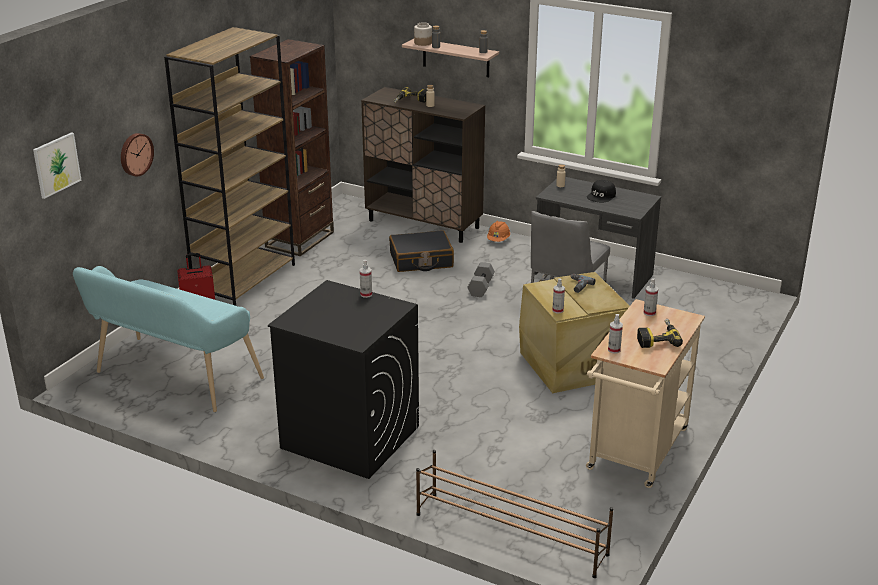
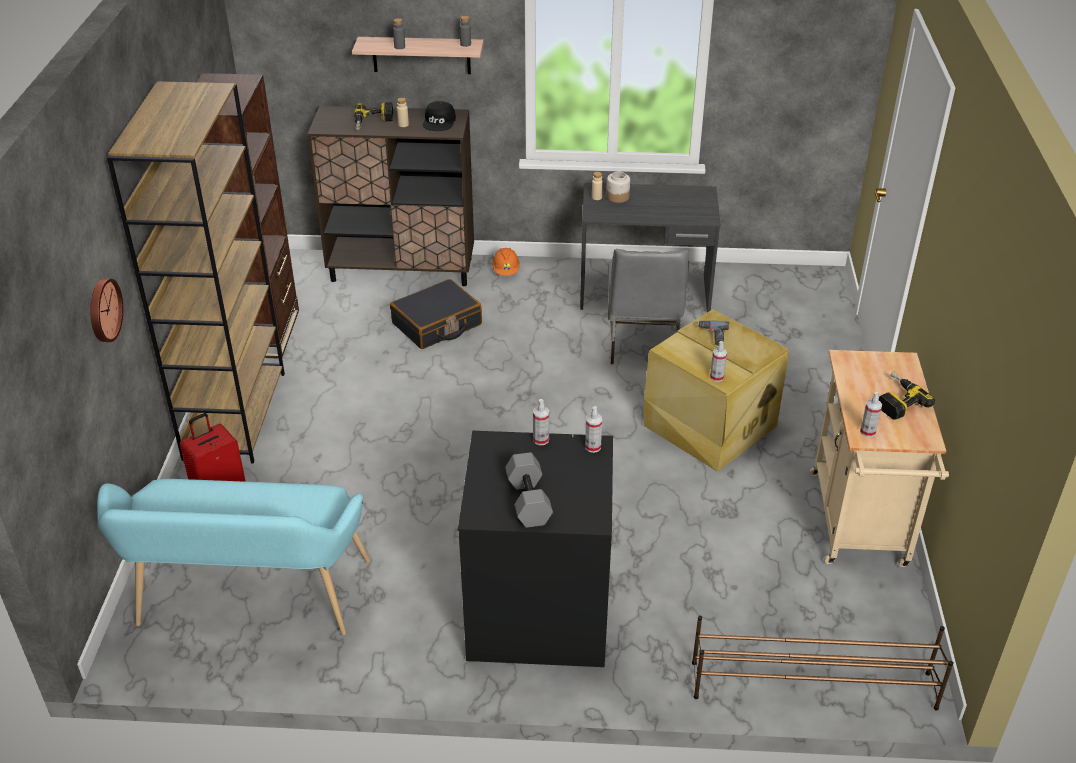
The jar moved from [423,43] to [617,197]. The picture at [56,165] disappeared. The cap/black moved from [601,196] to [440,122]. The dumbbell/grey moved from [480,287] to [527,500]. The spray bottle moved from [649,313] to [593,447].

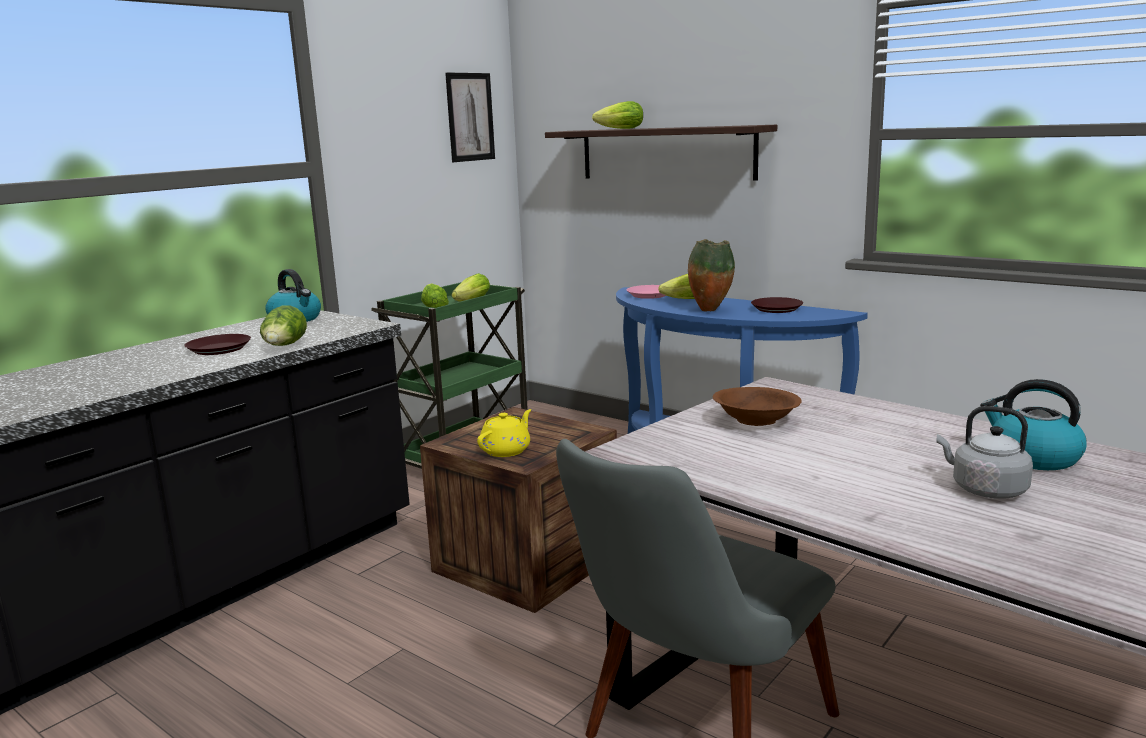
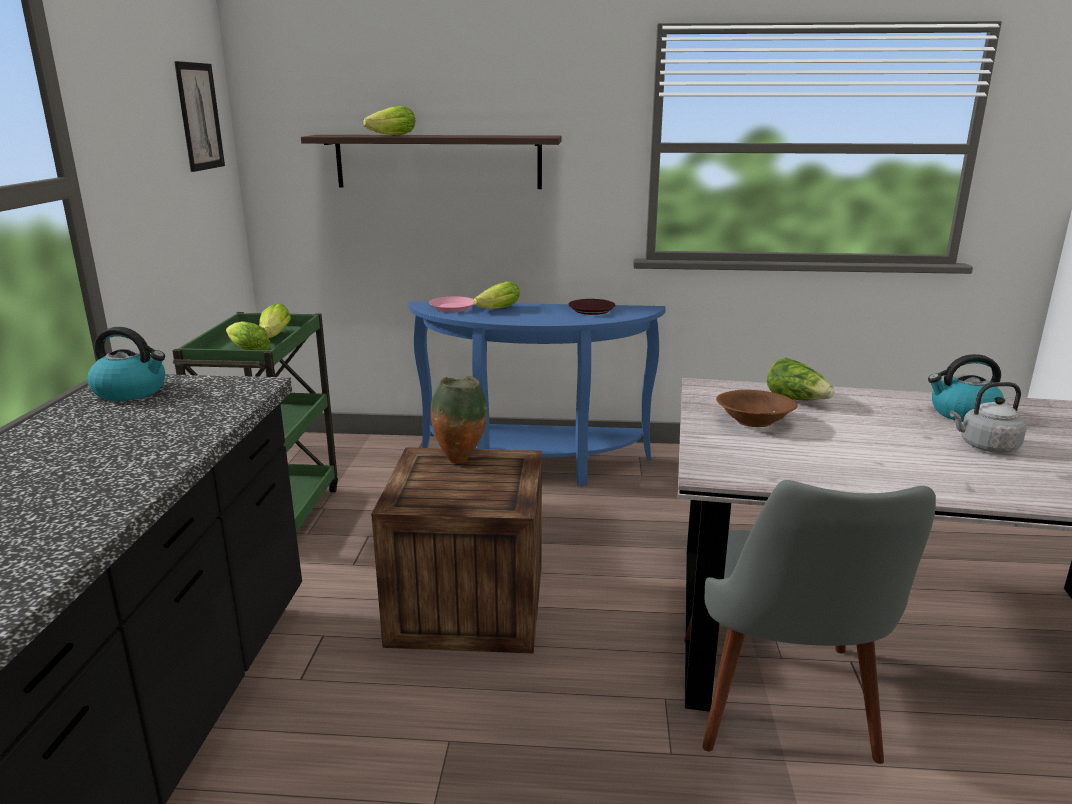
The vase moved from [710,310] to [460,460]. The lettuce moved from [284,347] to [797,400]. The plate/brown at [219,349] disappeared. The teapot/yellow at [506,450] disappeared.

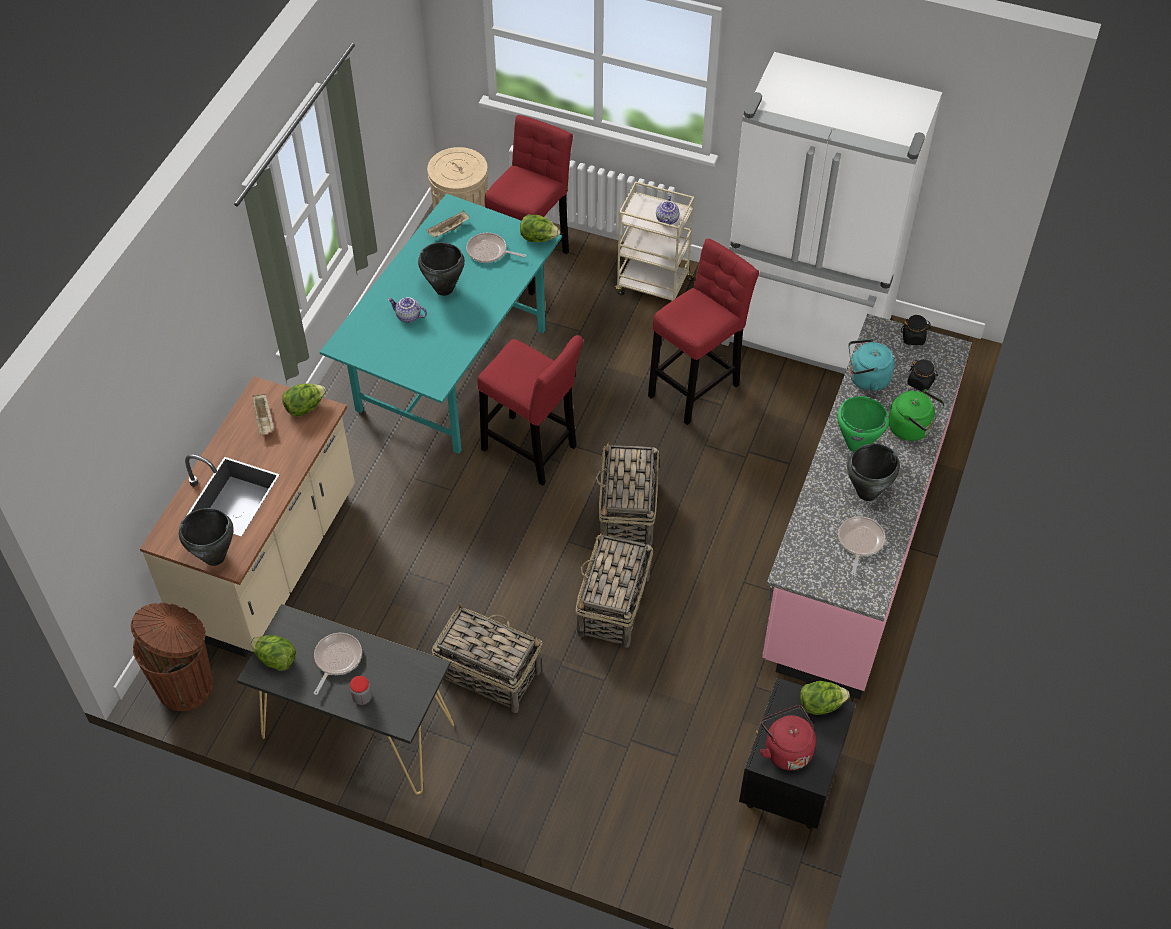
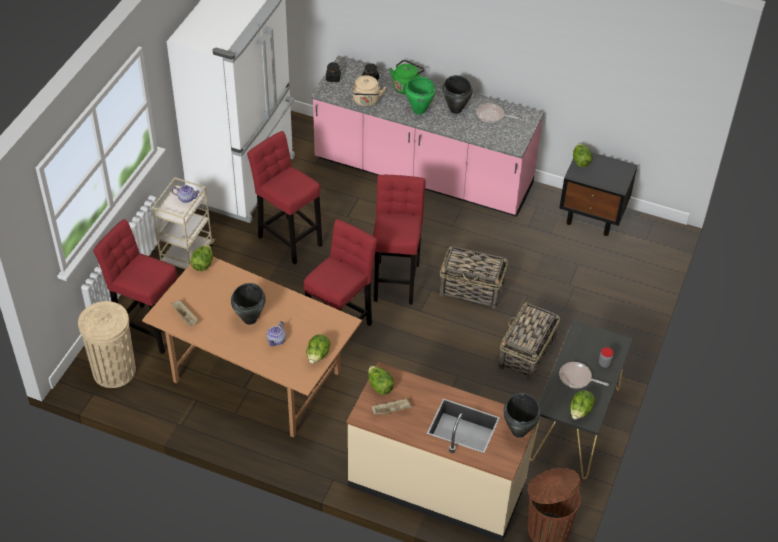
The dining table/turquoise at [452,371] became the dining table/brown at [258,376]. The frying pan at [489,252] disappeared. The kettle/turquoise at [866,379] became the kettle/beige at [366,101]. The basket at [627,512] was replaced by the stool/red at [396,279]. The kettle/red at [786,749] disappeared. The lettuce at [318,356] appeared.

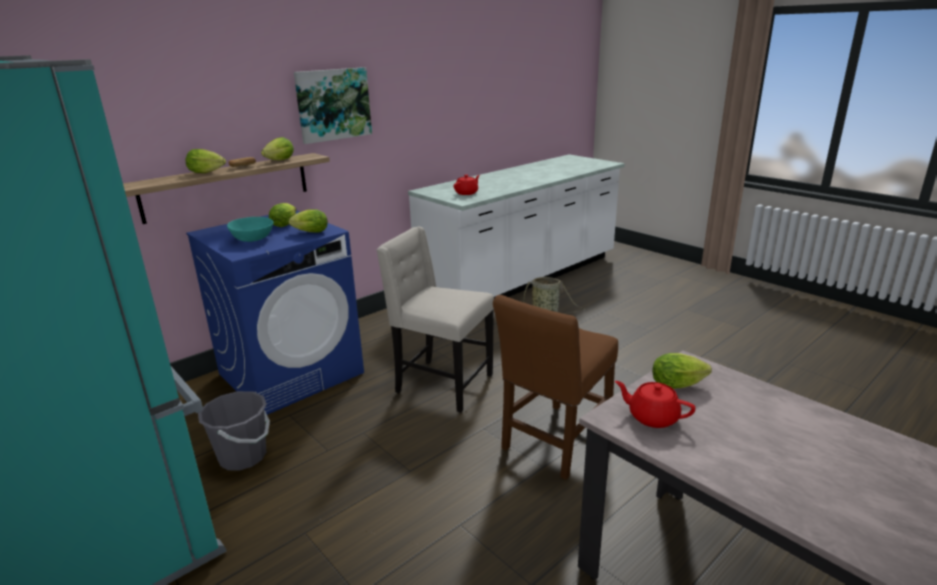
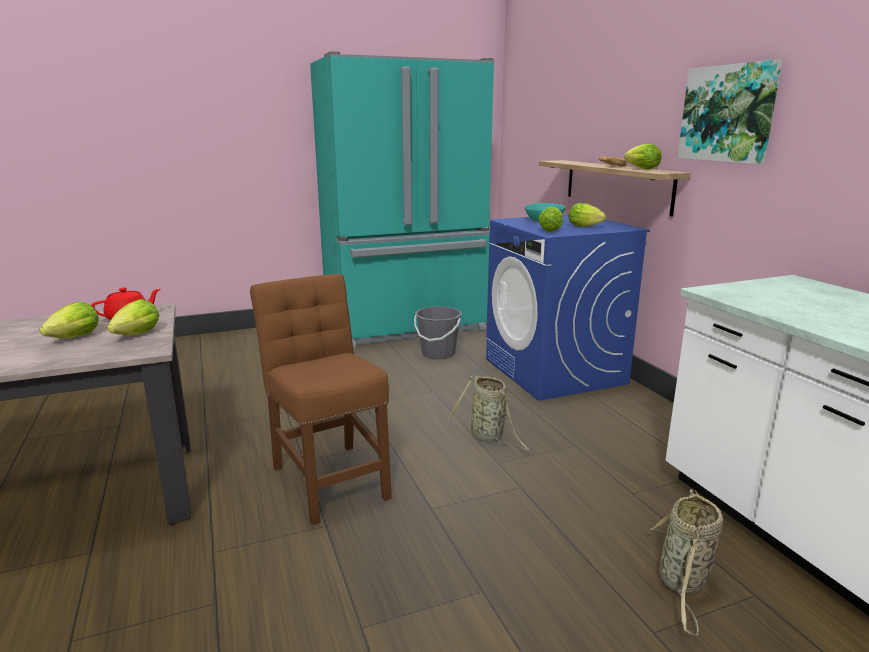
The lettuce moved from [208,172] to [72,339]. The teapot/red at [467,193] disappeared. The chair/beige at [442,384] was replaced by the basket at [489,436].

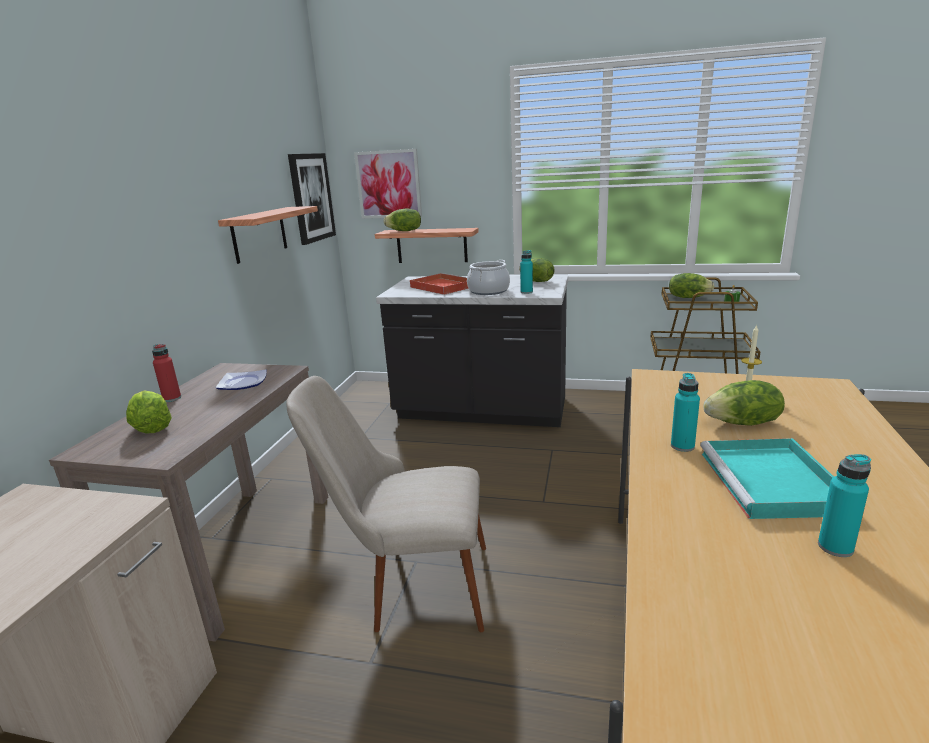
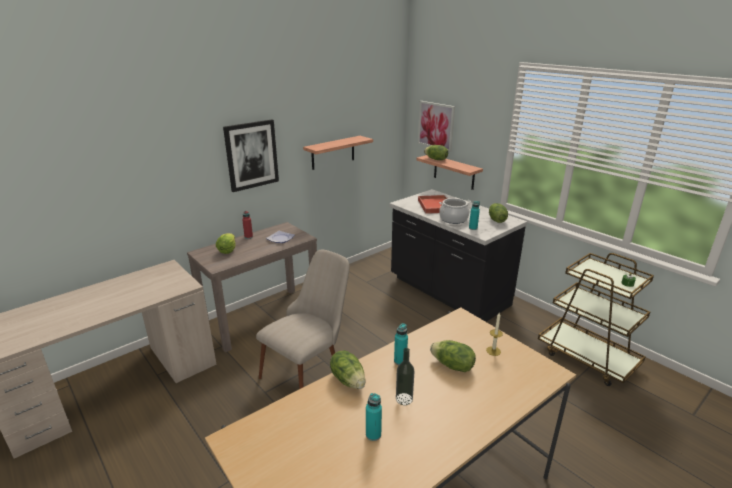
The picture moved from [311,197] to [251,155]. The lettuce moved from [688,297] to [348,380]. The chair/beige at [409,586] turned 90 degrees clockwise. The tray/turquoise at [773,483] was replaced by the bottle at [404,399].

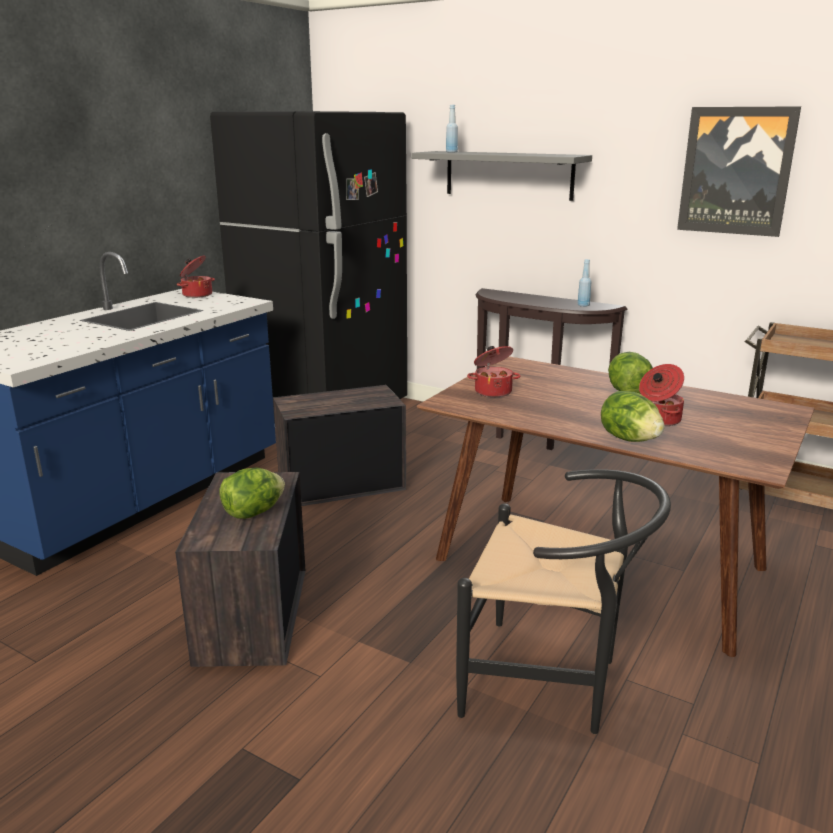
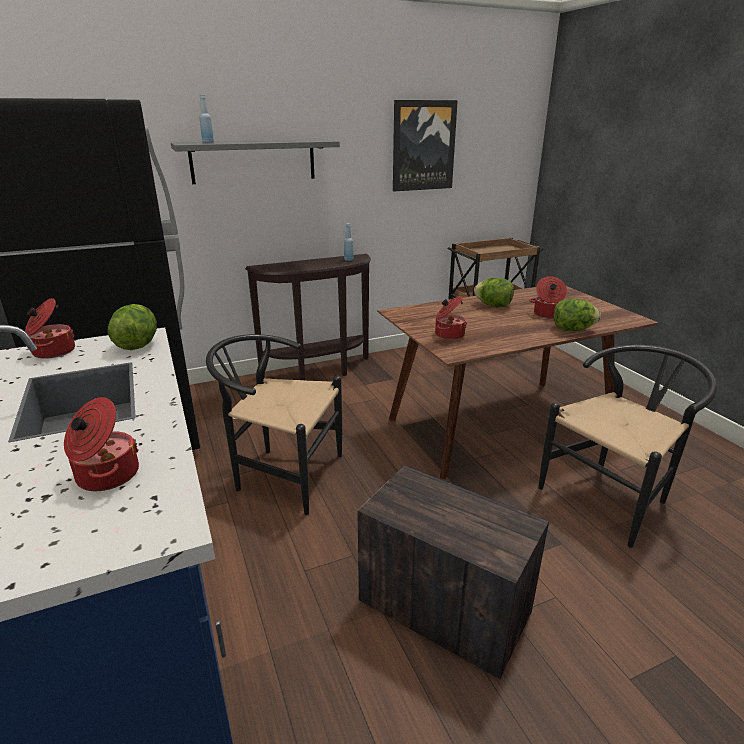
The crate at [343,484] was replaced by the chair/black at [281,474]. The lettuce moved from [253,513] to [137,345]. The cooking pot at [106,475] appeared.

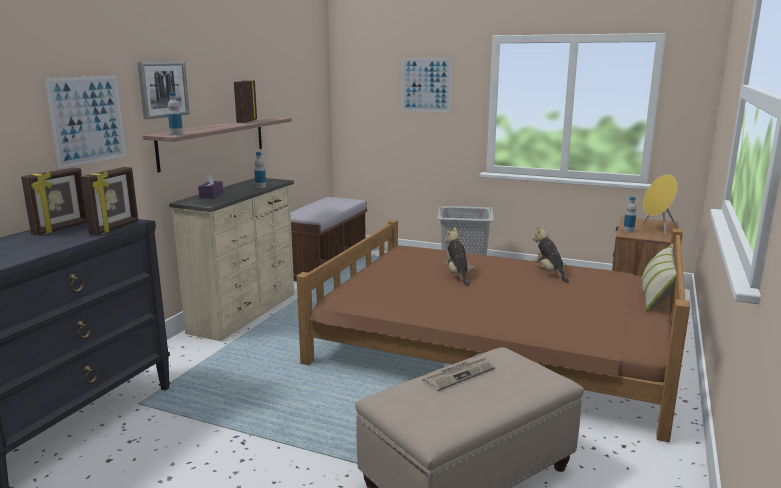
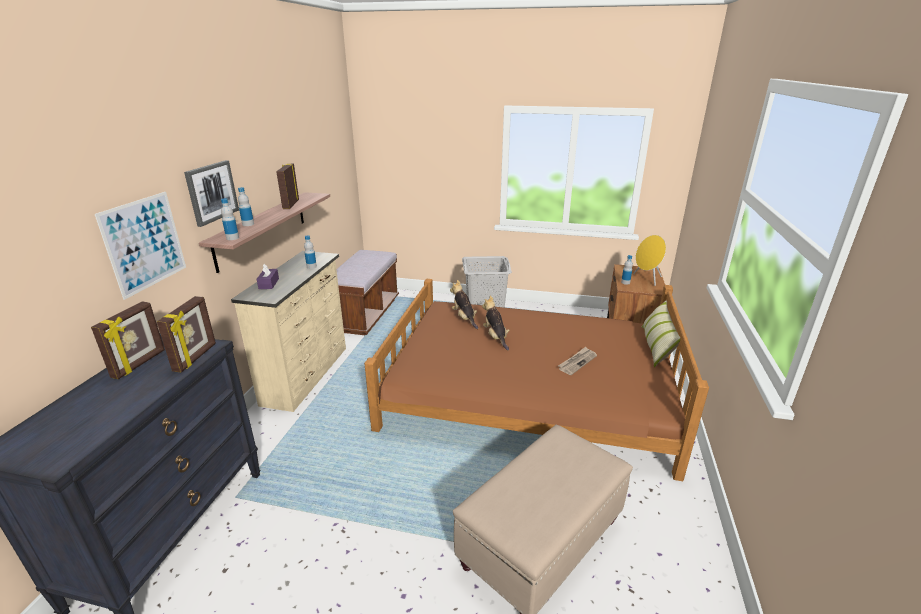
The picture at [426,84] disappeared. The plush toy moved from [549,273] to [464,318]. The newspaper moved from [458,374] to [577,362]. The bottle at [248,224] appeared.

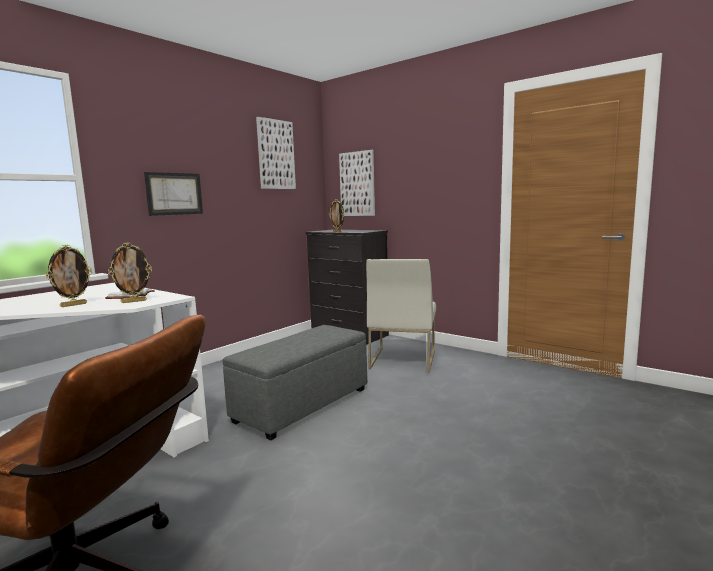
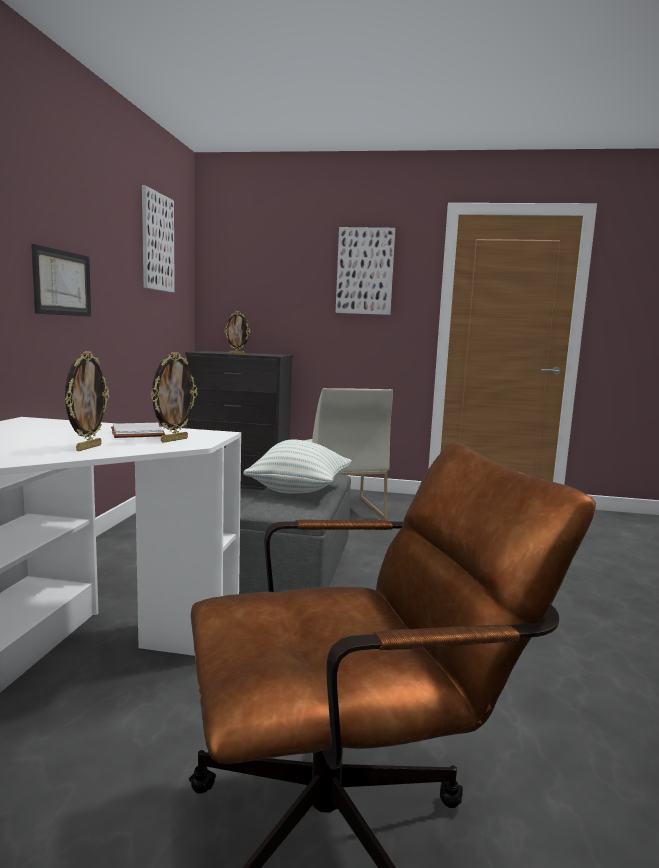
The picture moved from [357,184] to [365,271]. The pillow at [299,491] appeared.

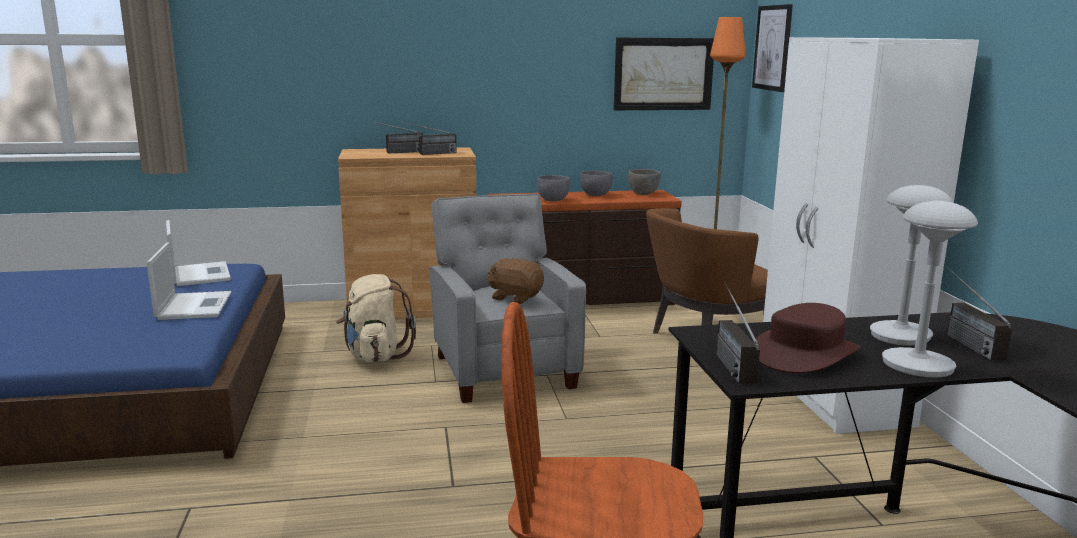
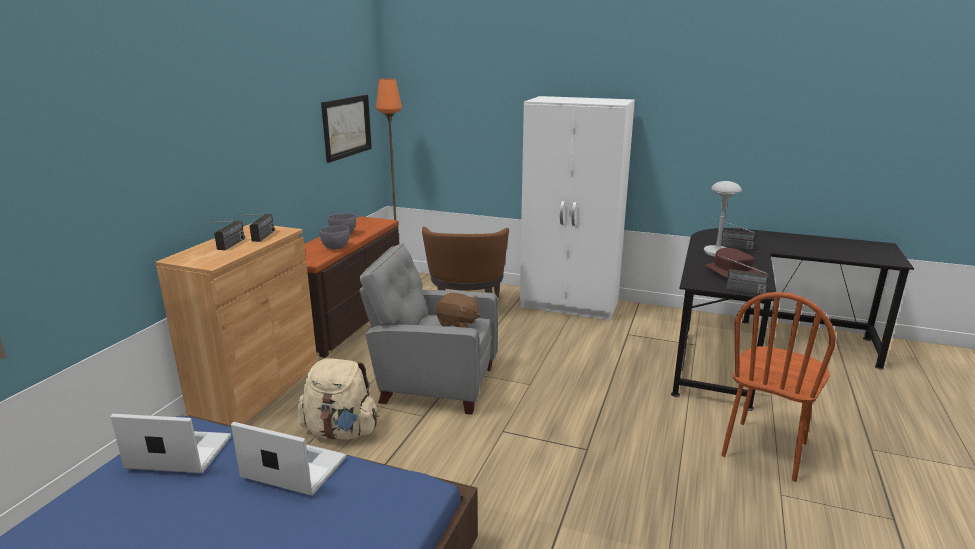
The picture at [772,48] disappeared. The bowl/grey at [643,193] disappeared. The table lamp/grey at [917,365] disappeared. The plush toy/brown at [515,297] turned 120 degrees counterclockwise.

